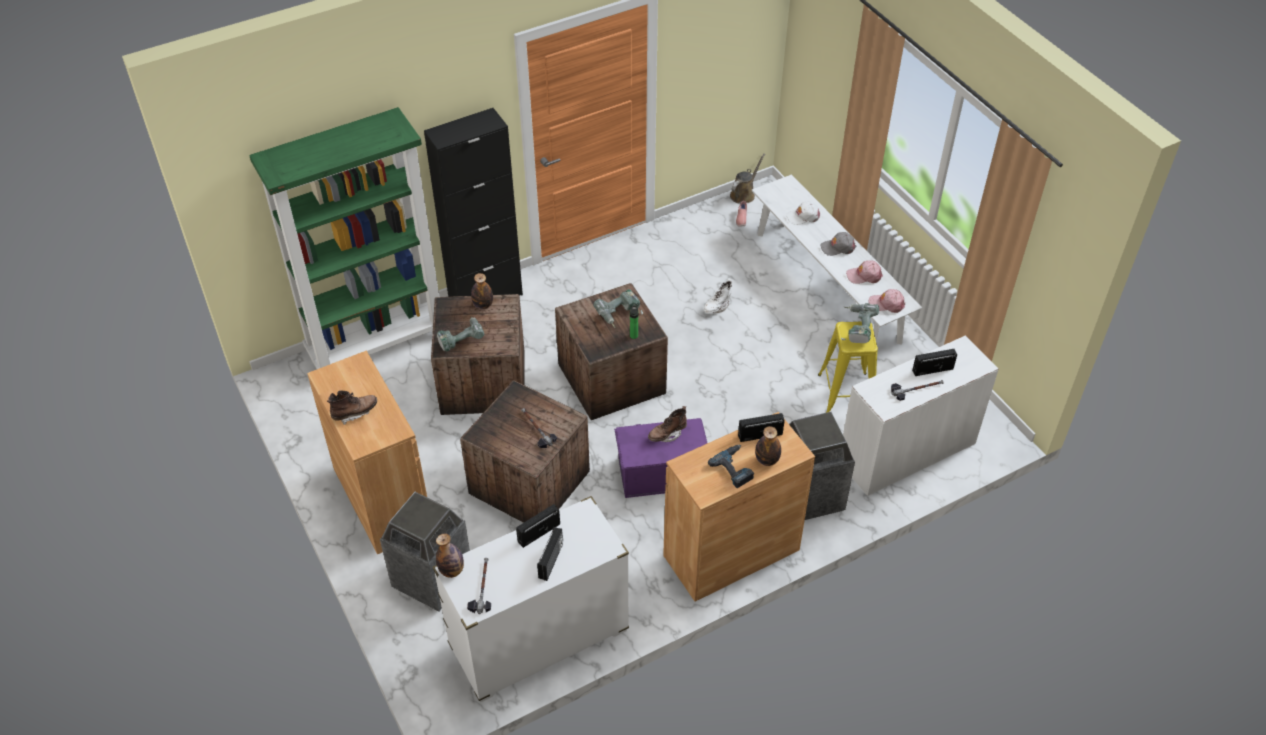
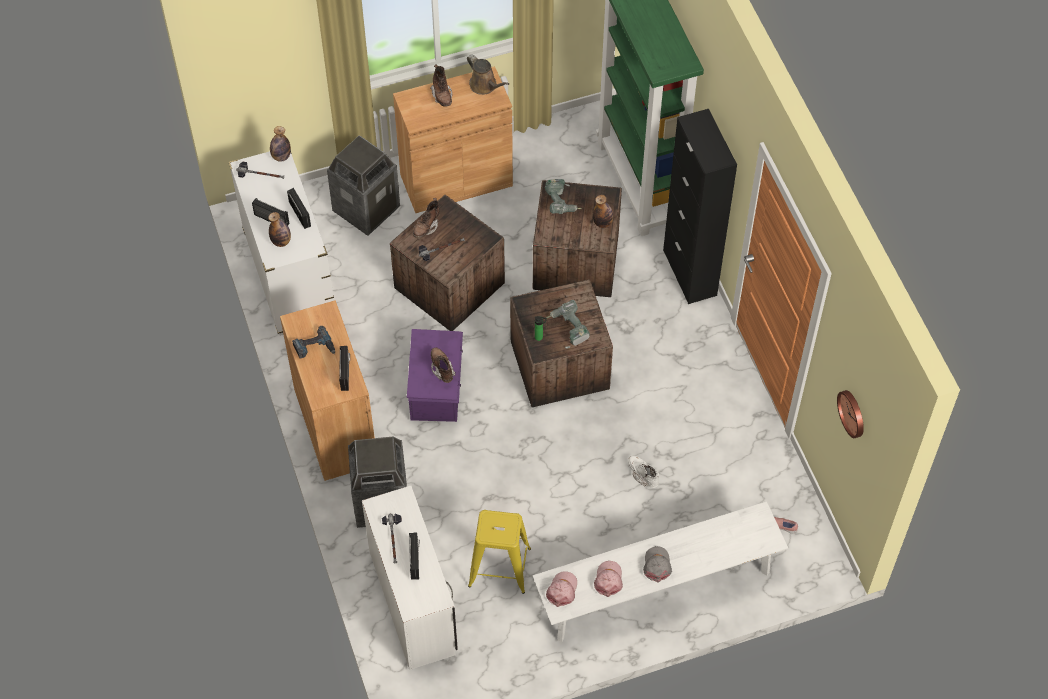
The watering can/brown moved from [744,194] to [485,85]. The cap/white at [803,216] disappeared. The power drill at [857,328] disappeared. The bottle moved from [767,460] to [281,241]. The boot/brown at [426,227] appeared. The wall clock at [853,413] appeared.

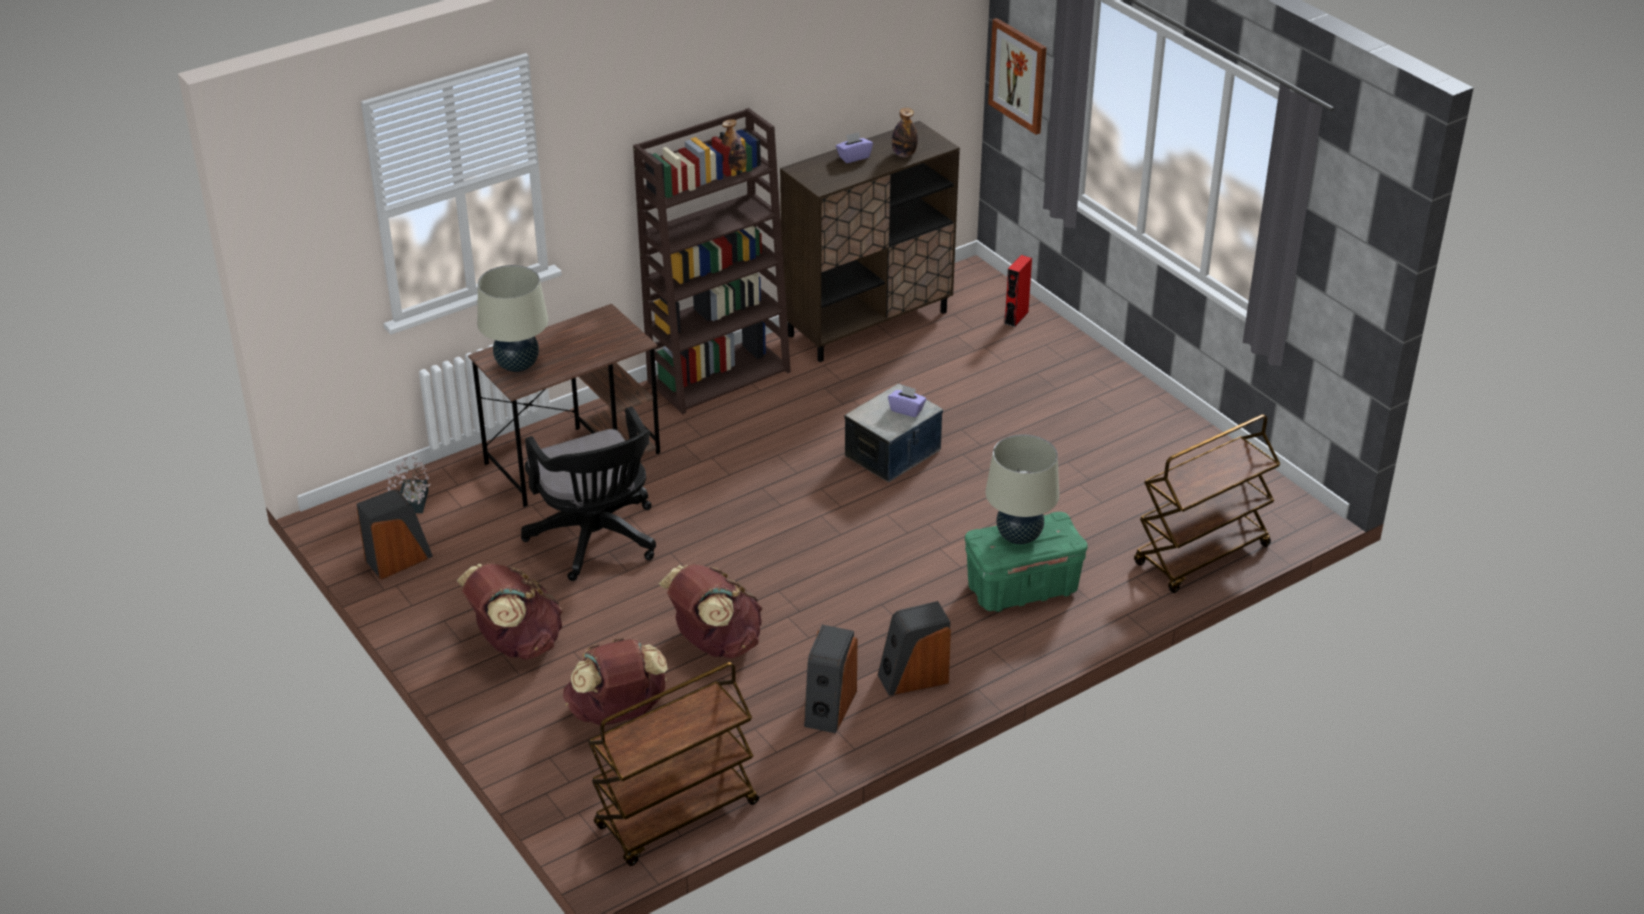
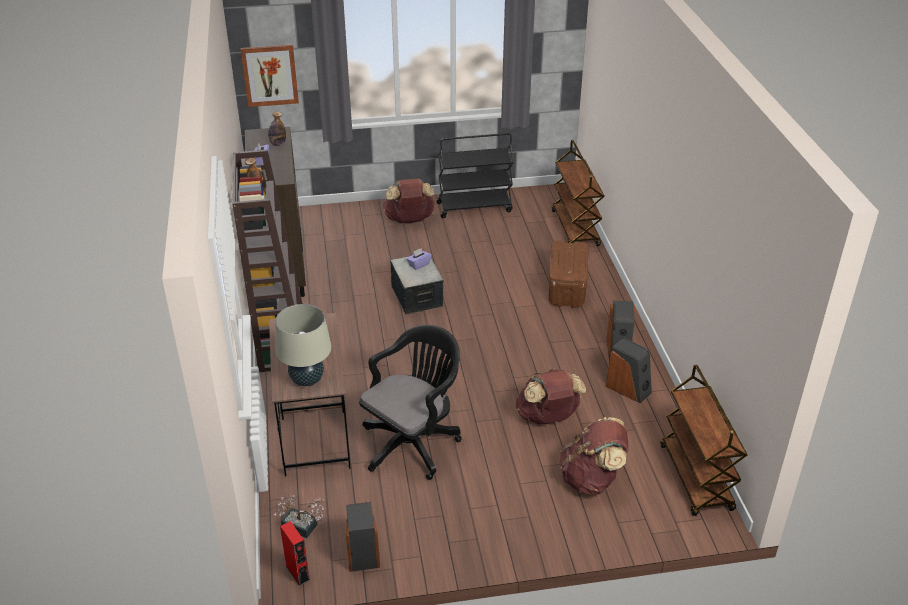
The speaker/red moved from [1016,317] to [297,573]. The office chair/black at [596,541] turned 45 degrees counterclockwise. The table lamp/beige at [1019,536] disappeared. The storage box/green at [1022,588] became the storage box/brown at [566,290]. The backpack/brown moved from [516,644] to [409,220]. The cart/black at [474,207] appeared.

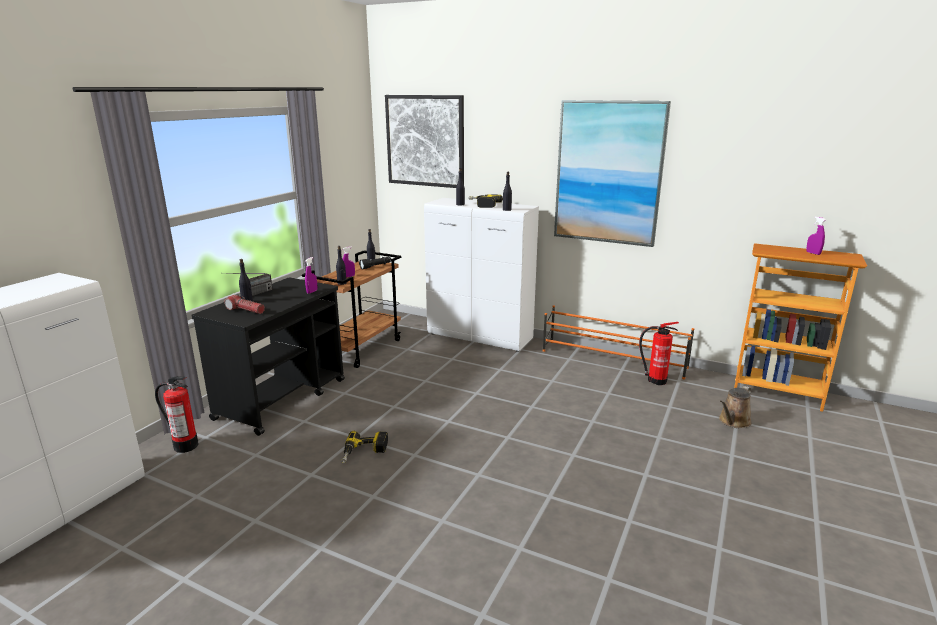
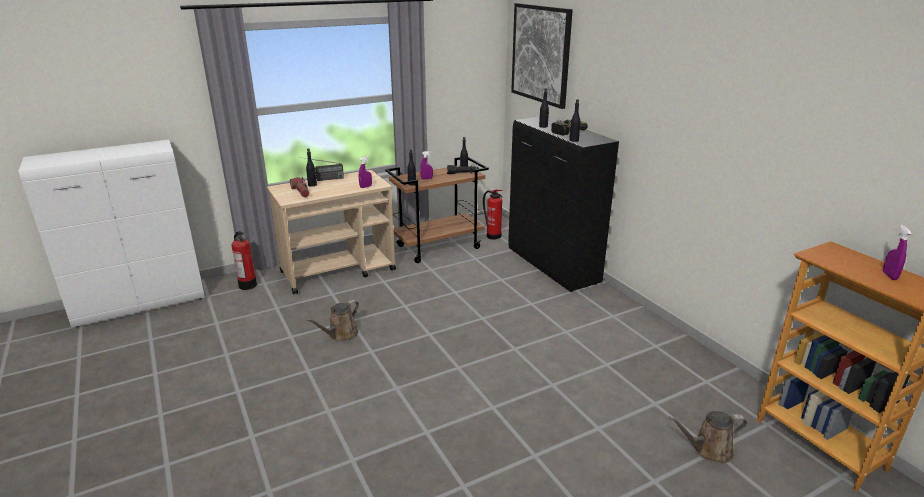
The picture at [608,173] disappeared. The cabinet/white at [480,337] became the cabinet/black at [553,266]. The cart/black at [282,398] became the cart/beige at [339,271]. The shoe rack/orange at [613,359] disappeared. The fire extinguisher moved from [655,380] to [493,235]. The power drill at [364,452] was replaced by the watering can/brown at [341,335].

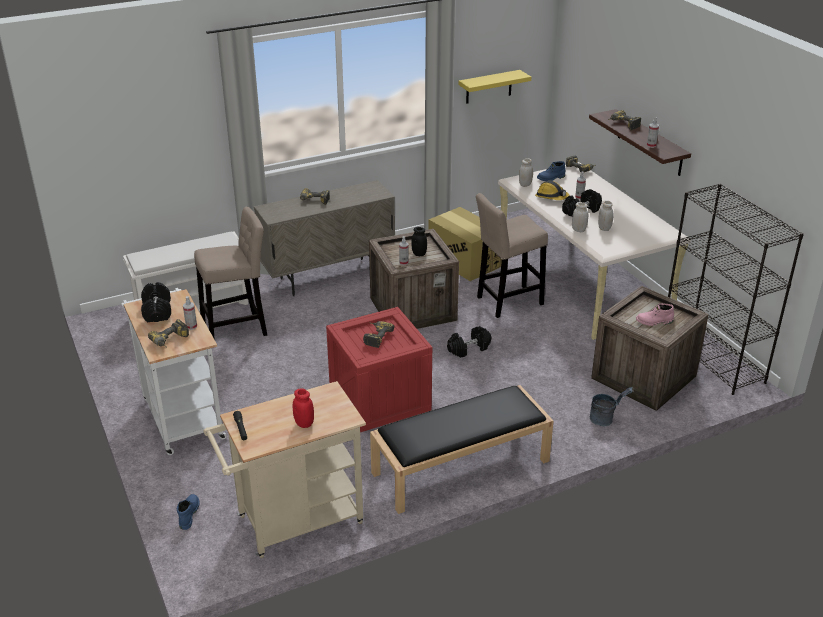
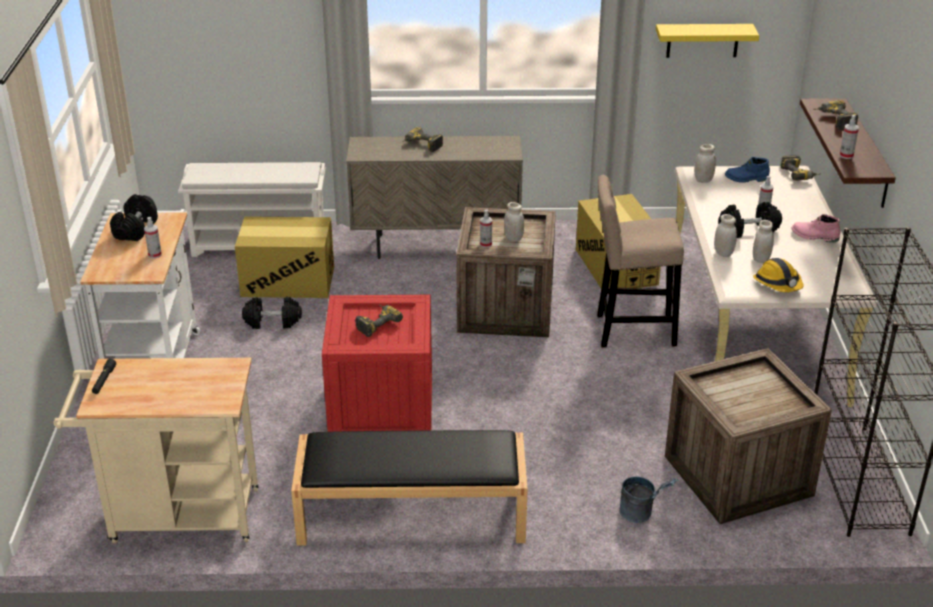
The hard hat moved from [551,197] to [778,284]. The stool/beige at [238,329] was replaced by the cardboard box at [288,281]. The jar/black at [419,254] became the jar/white at [513,238]. The boot/pink moved from [654,322] to [814,236]. The power drill at [171,341] disappeared. The dumbbell/black moved from [469,349] to [273,322]. The jar/red at [304,423] disappeared. The boot/blue at [188,514] disappeared.

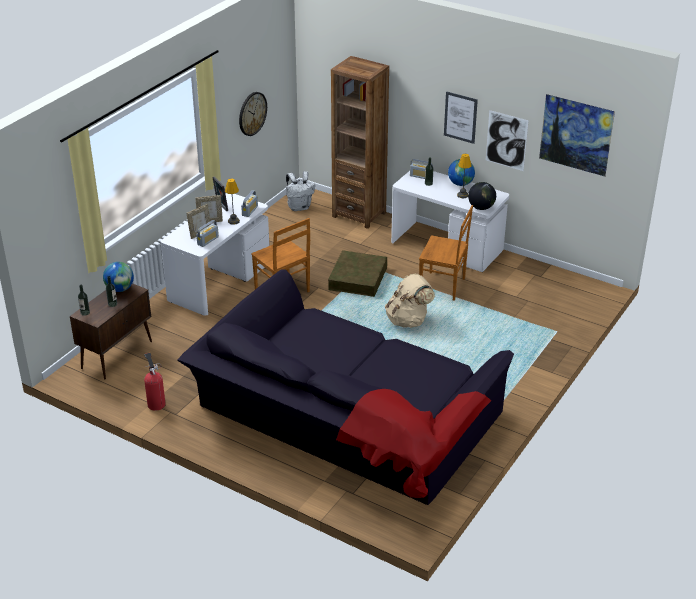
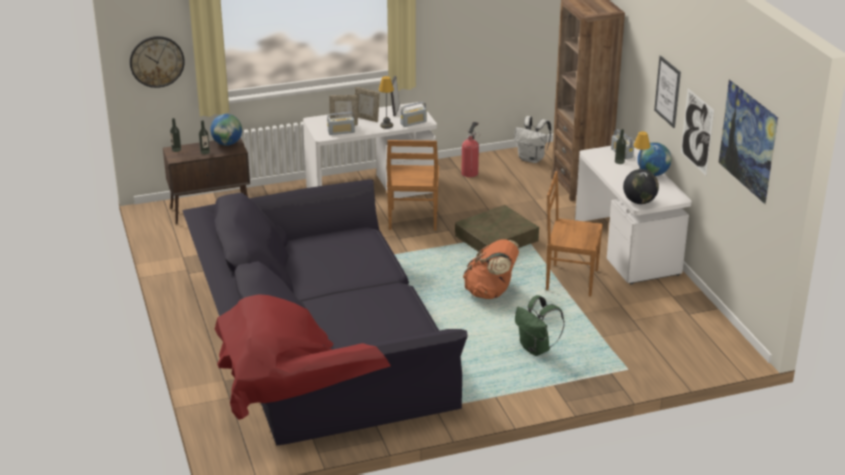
The wall clock moved from [252,113] to [157,61]. The chair/brown at [443,286] turned 135 degrees clockwise. The backpack/beige at [408,320] became the backpack/orange at [491,292]. The fire extinguisher moved from [156,403] to [470,172]. The backpack/green at [536,349] appeared.

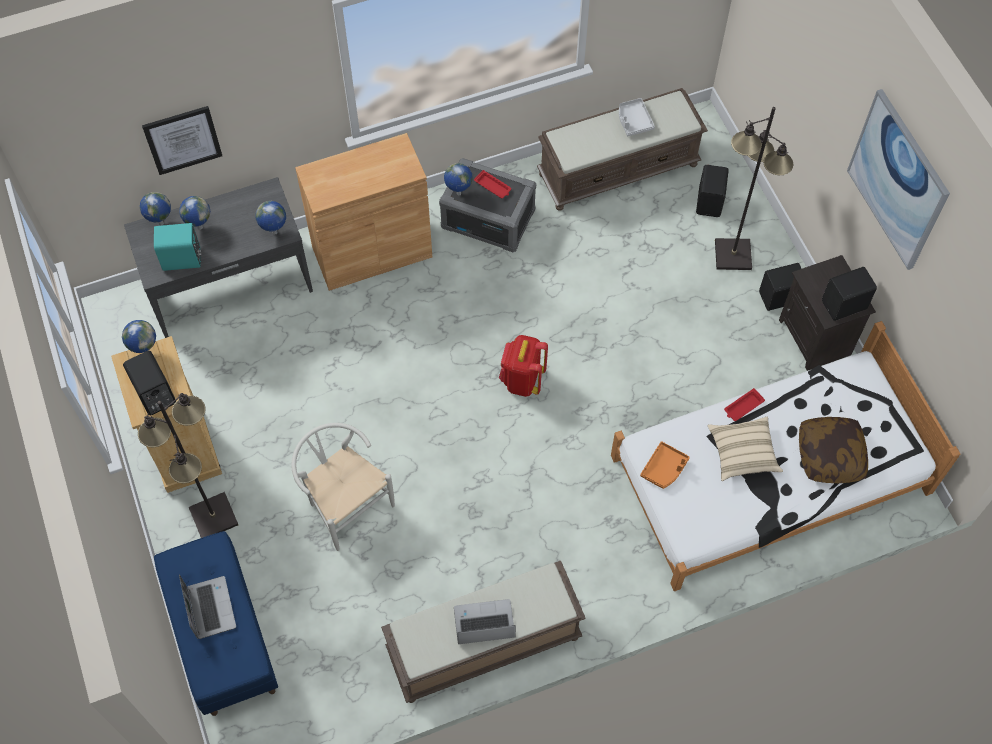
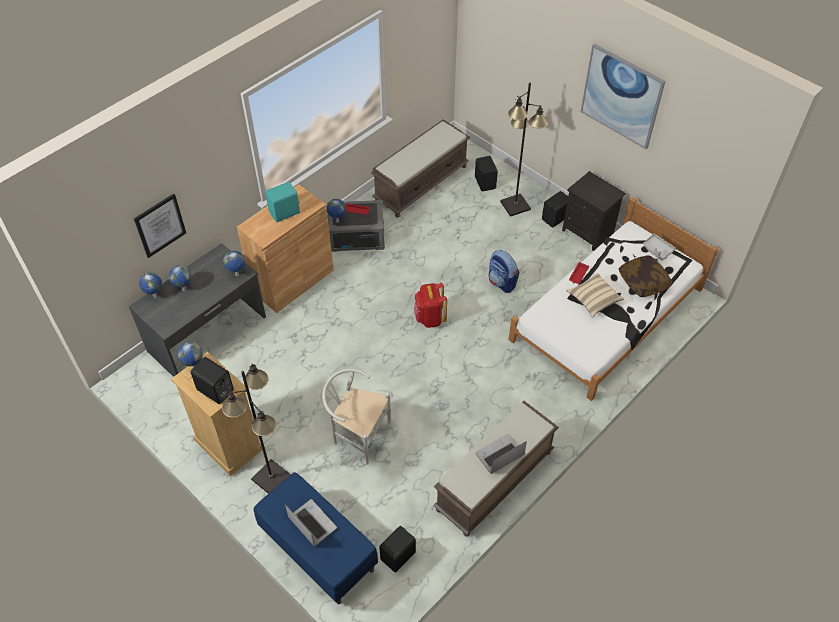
The tray/grey moved from [634,121] to [657,250]. The speaker/turquoise moved from [182,260] to [285,213]. The speaker/black moved from [845,306] to [399,556]. The tray/orange at [664,468] disappeared. The backpack at [502,282] appeared.

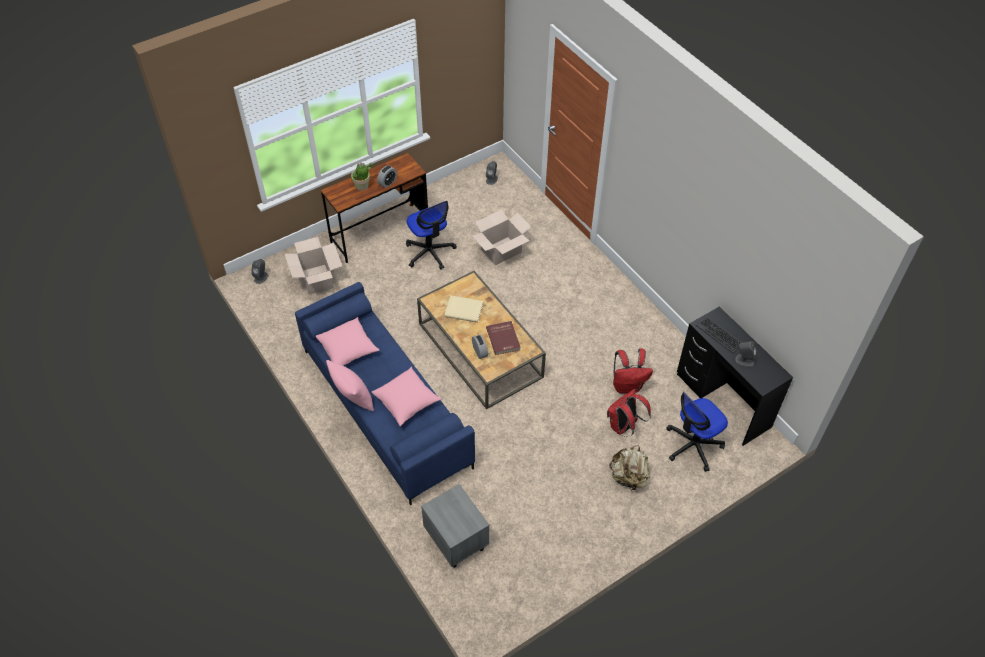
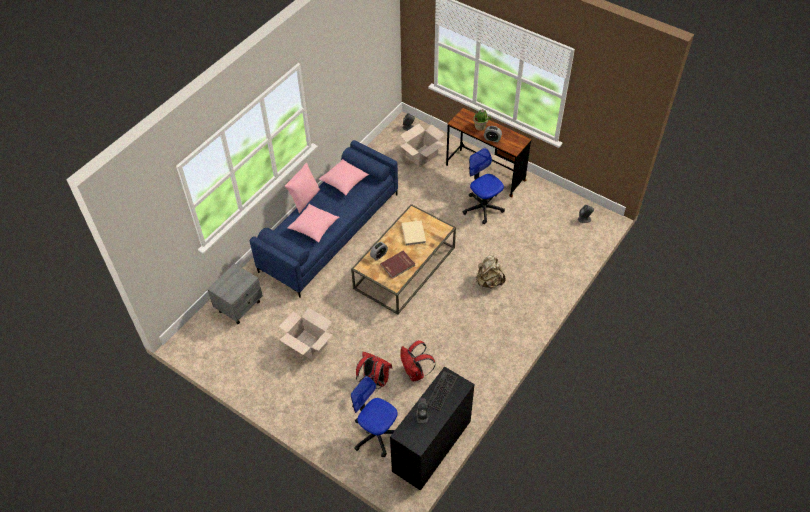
The office chair at [430,252] turned 105 degrees clockwise. The cardboard box moved from [501,251] to [308,345]. The backpack/beige moved from [628,477] to [489,281].

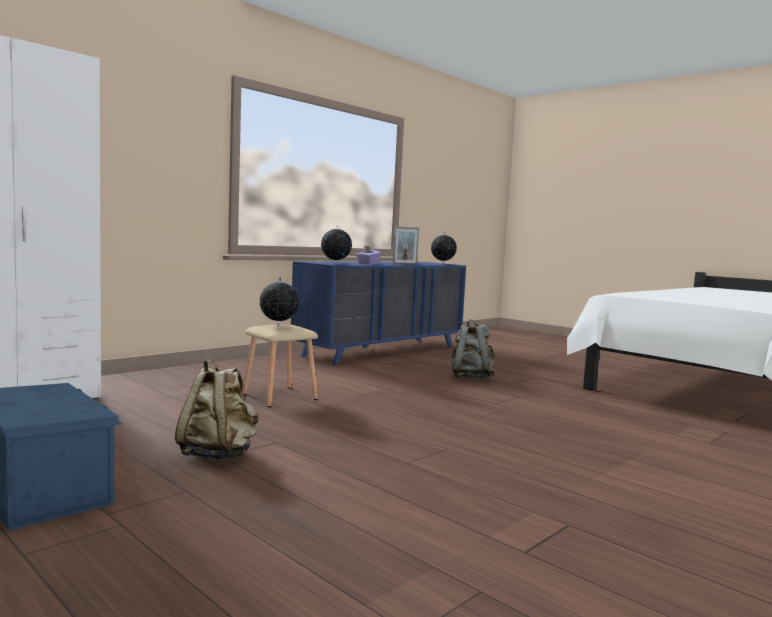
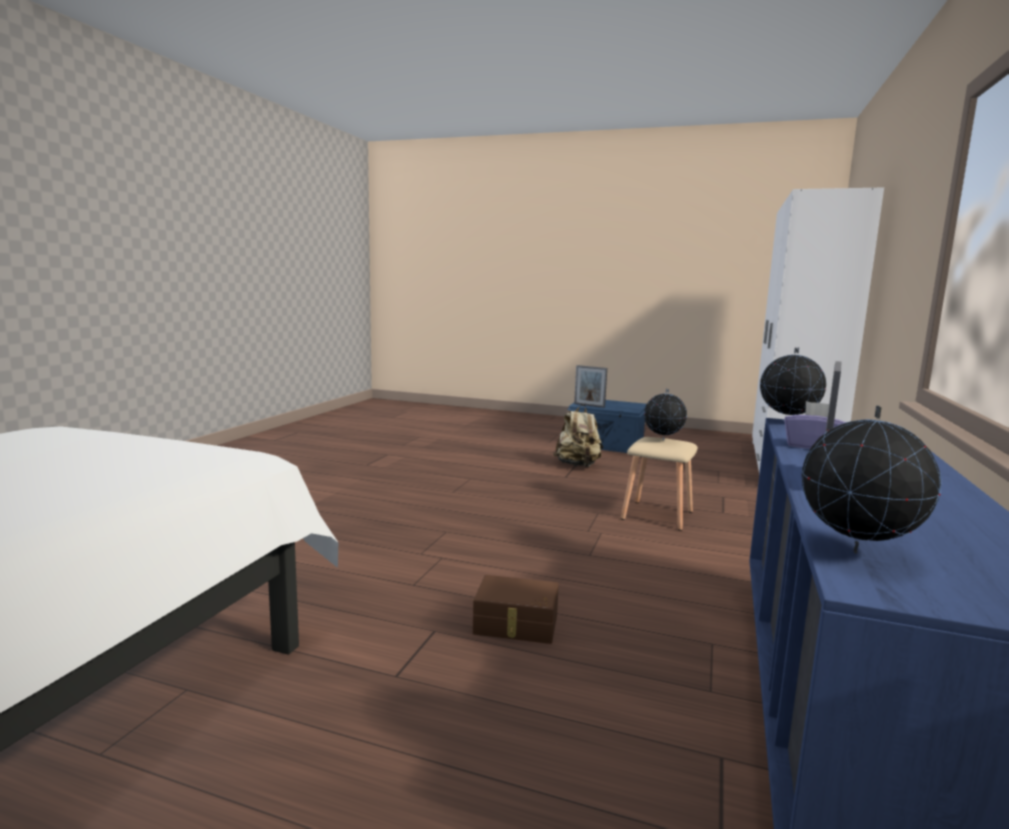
The backpack/grey at [470,378] was replaced by the storage box/brown at [516,625]. The picture frame at [589,405] appeared.

